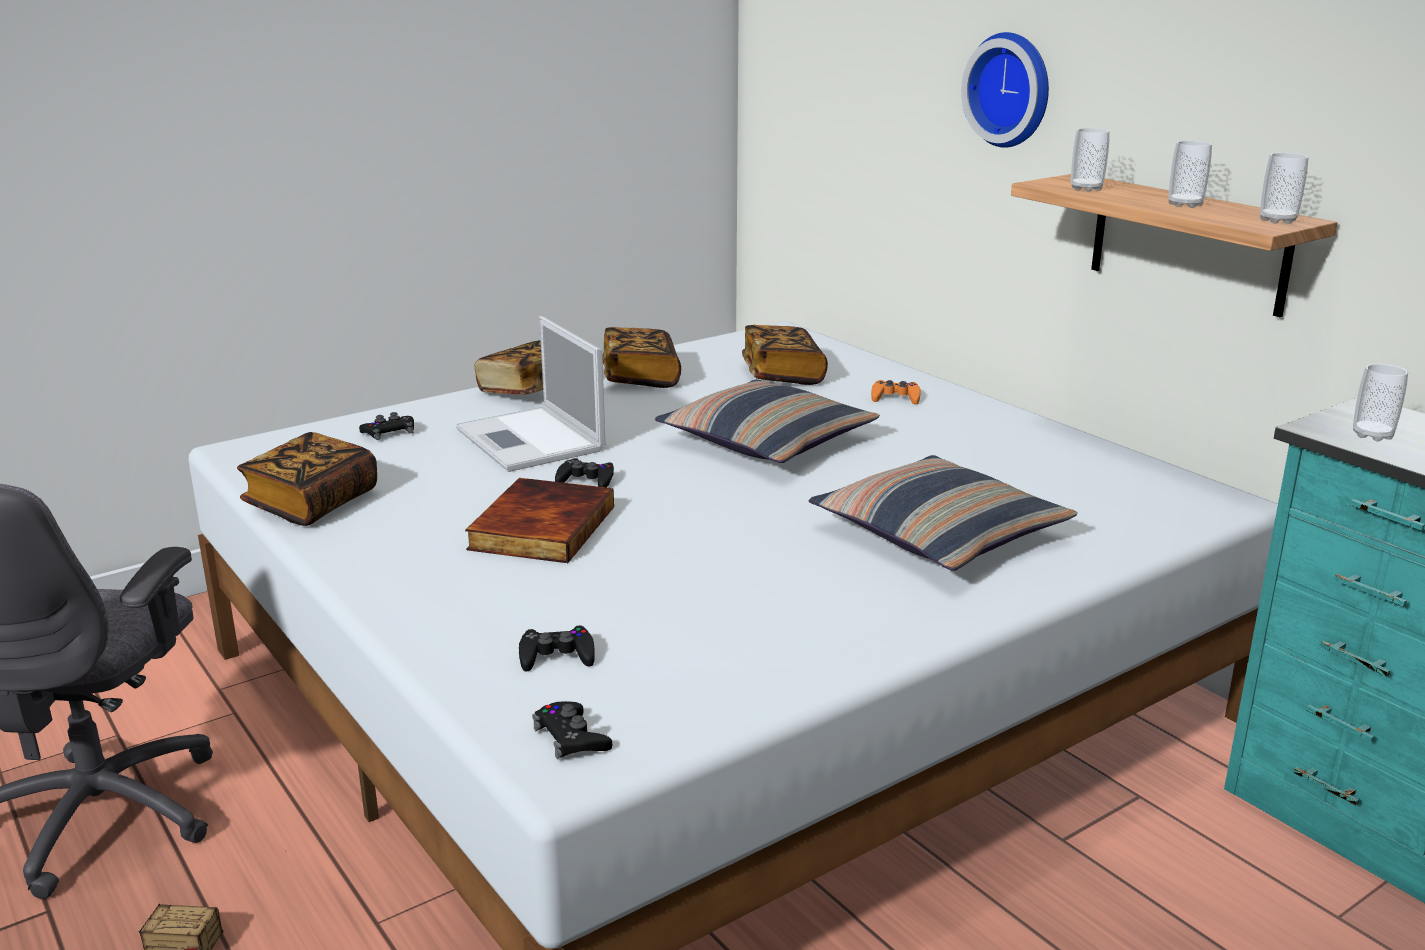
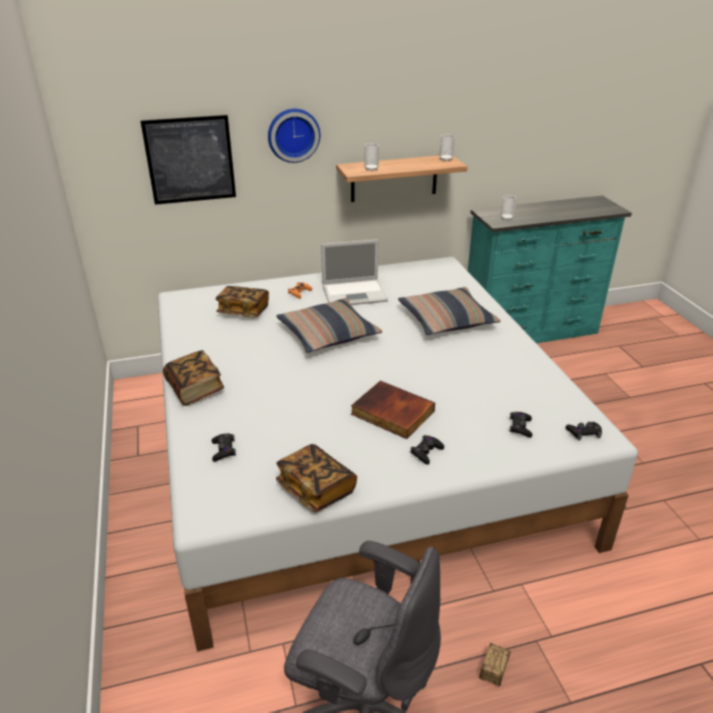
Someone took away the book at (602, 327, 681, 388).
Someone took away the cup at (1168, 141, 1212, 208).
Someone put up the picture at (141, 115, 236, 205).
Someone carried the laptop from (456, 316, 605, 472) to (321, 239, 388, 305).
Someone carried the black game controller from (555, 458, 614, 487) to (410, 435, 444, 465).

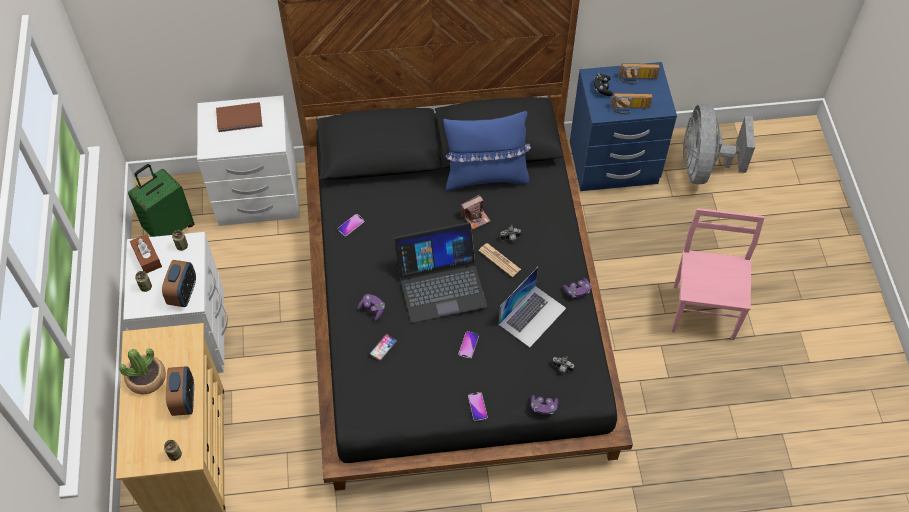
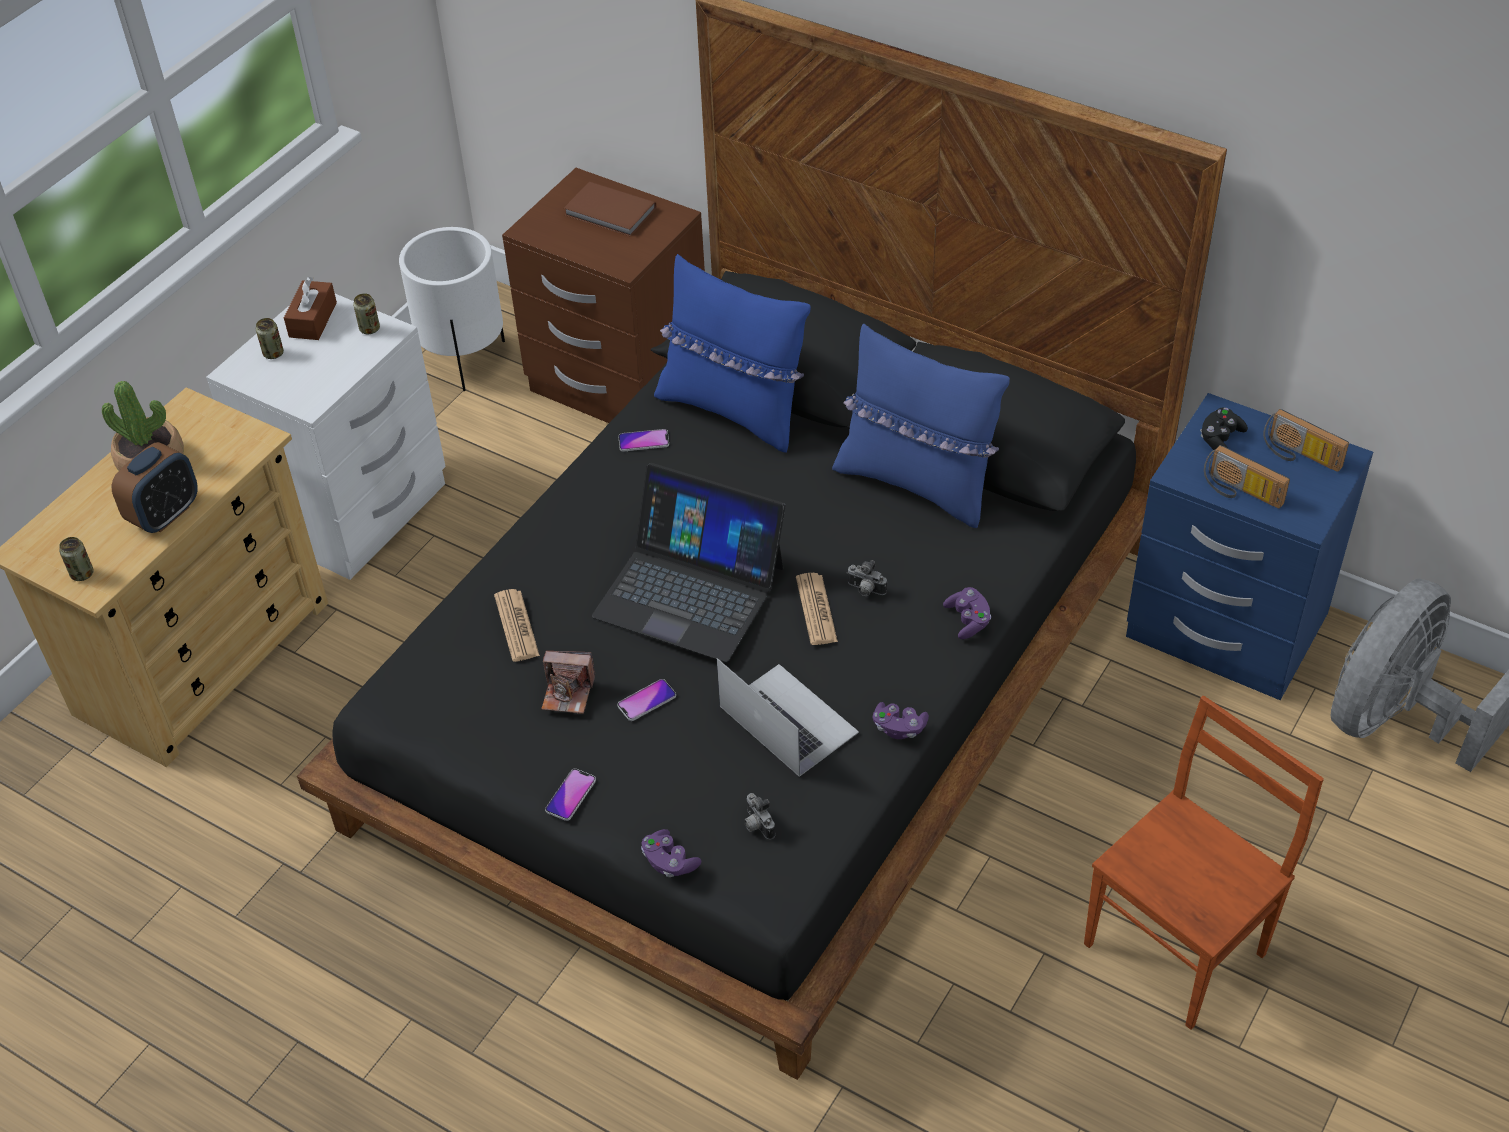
Someone took away the alarm clock at (162, 260, 196, 307).
Someone put down the blue pillow at (654, 254, 811, 453).
Someone carried the purple game controller from (357, 294, 385, 321) to (943, 587, 991, 639).
Someone carried the photo camera from (461, 195, 490, 230) to (541, 651, 595, 714).
Someone swapped the green suitcase at (128, 164, 194, 237) for the white planter at (399, 227, 505, 391).
Someone swapped the phone at (370, 334, 397, 361) for the newspaper at (494, 589, 540, 662).
Someone repainted the white nightstand at (197, 96, 300, 226), which became the brown nightstand at (502, 168, 705, 423).
Someone repainted the pink chair at (671, 208, 765, 340), which became the brown chair at (1084, 696, 1324, 1030).
Someone rotated the laptop at (499, 267, 566, 347) by 120 degrees counterclockwise.

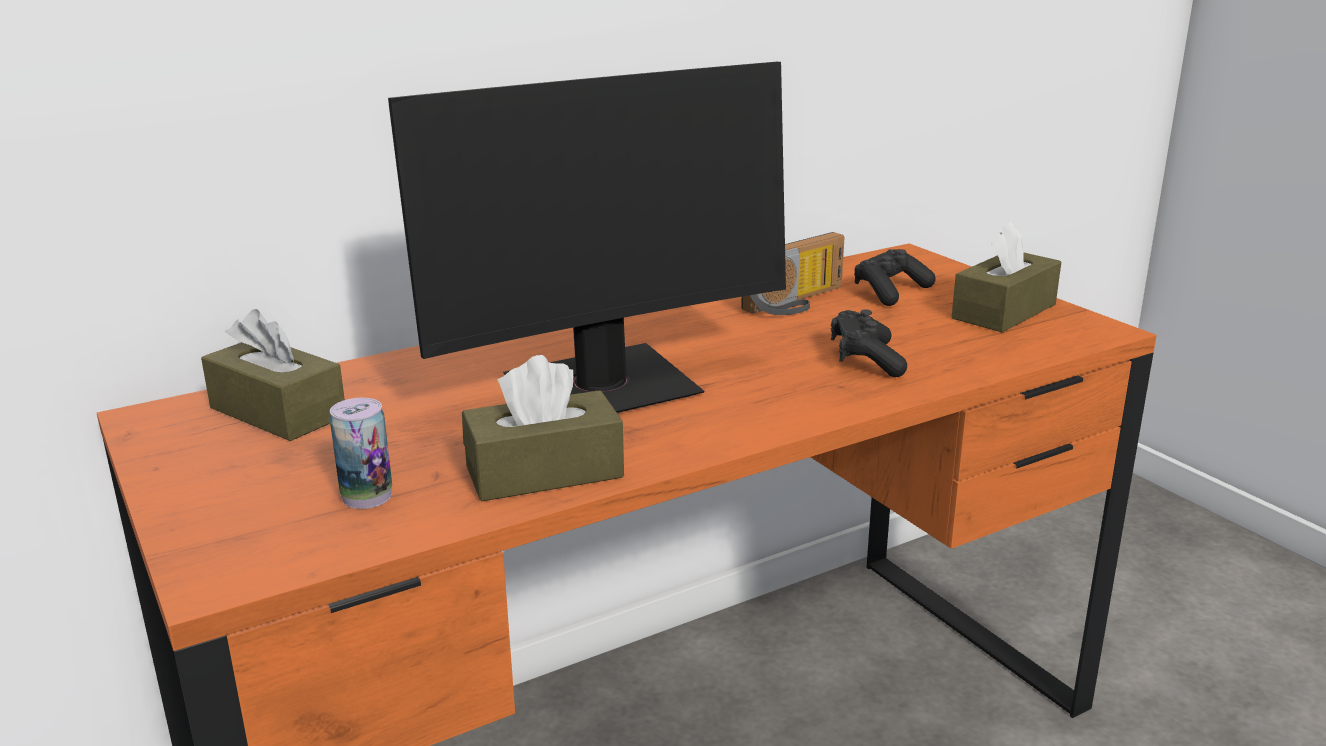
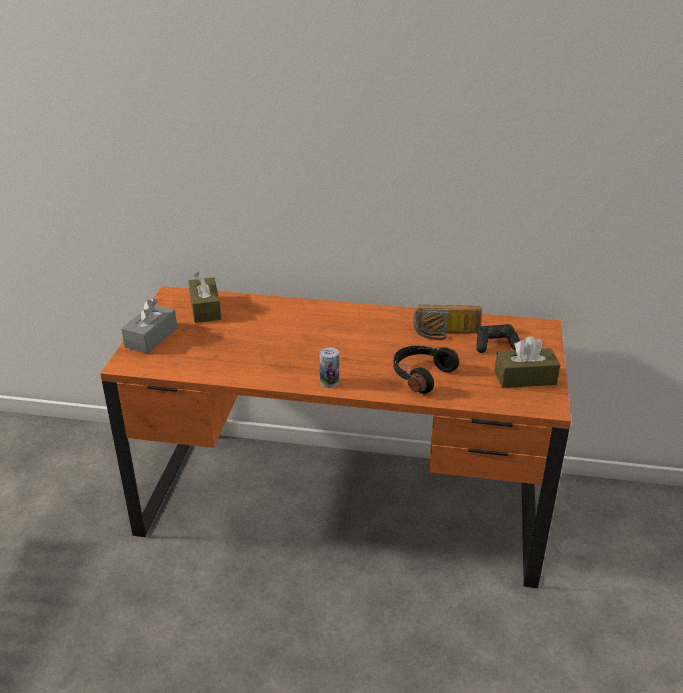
Someone took away the monitor at (388, 62, 786, 413).
Someone took away the brown tissue box at (462, 355, 624, 501).
Someone put down the grey tissue box at (121, 298, 177, 354).
Someone carried the can from (330, 398, 392, 509) to (319, 347, 339, 388).
Someone swapped the black game controller at (831, 309, 907, 377) for the black headphones at (393, 346, 459, 394).

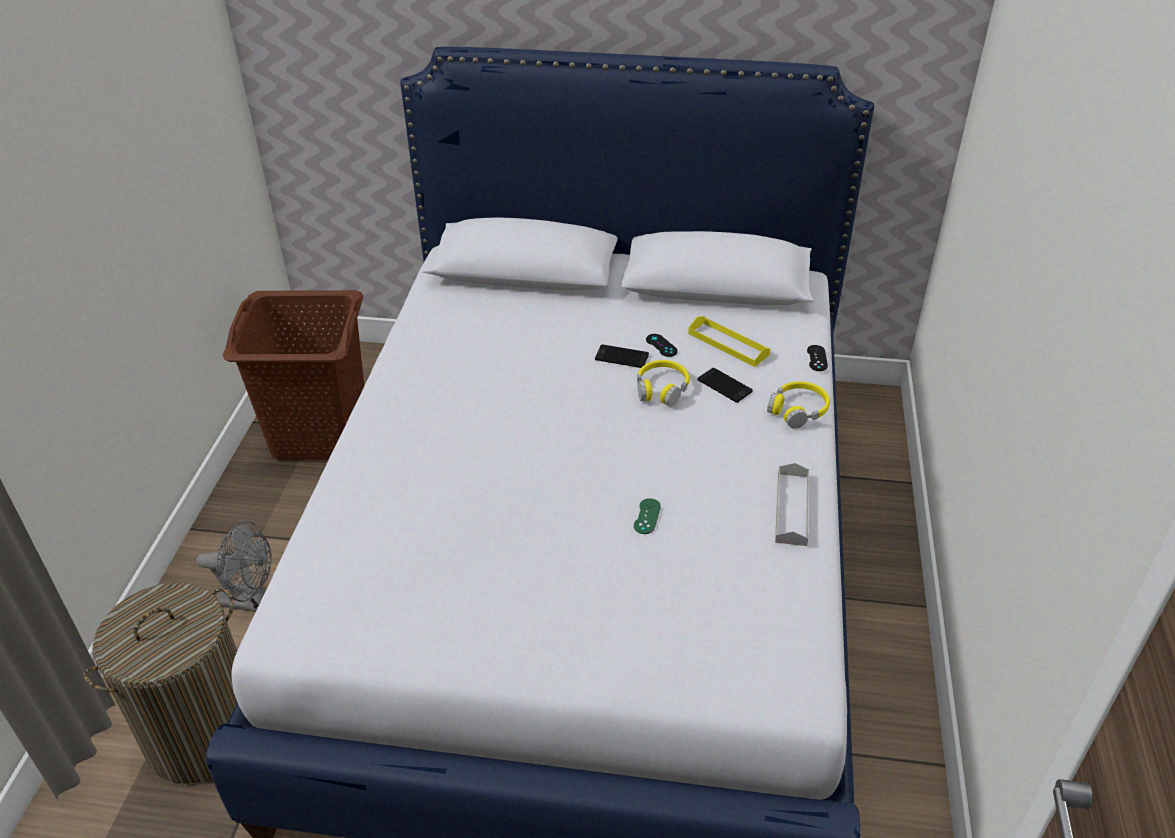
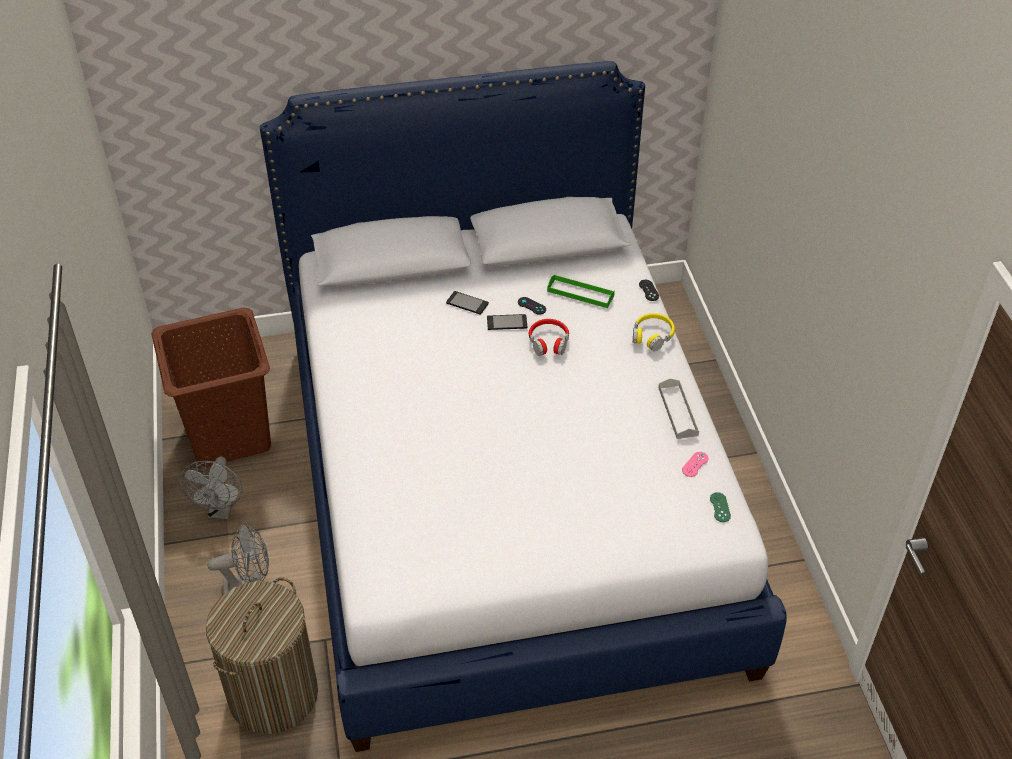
Someone put down the grey fan at (180, 456, 242, 519).
Someone put down the pink game controller at (682, 452, 709, 477).
Someone carried the green game controller from (634, 498, 661, 534) to (710, 492, 731, 522).
Someone carried the phone from (698, 368, 753, 403) to (446, 291, 489, 315).
Someone repainted the yellow headphones at (637, 360, 690, 406), which became the red headphones at (529, 319, 569, 356).
Someone repainted the yellow tray at (688, 316, 771, 367), which became the green tray at (547, 275, 615, 308).

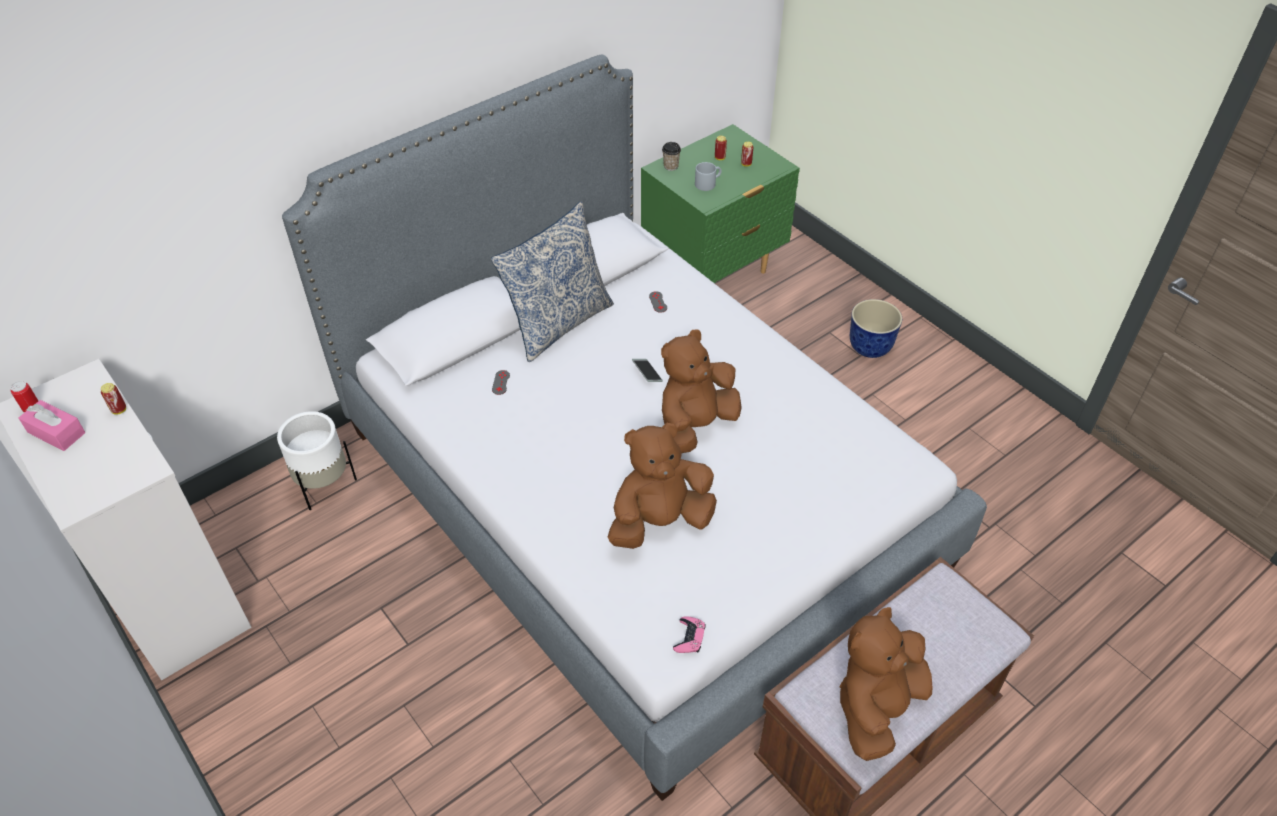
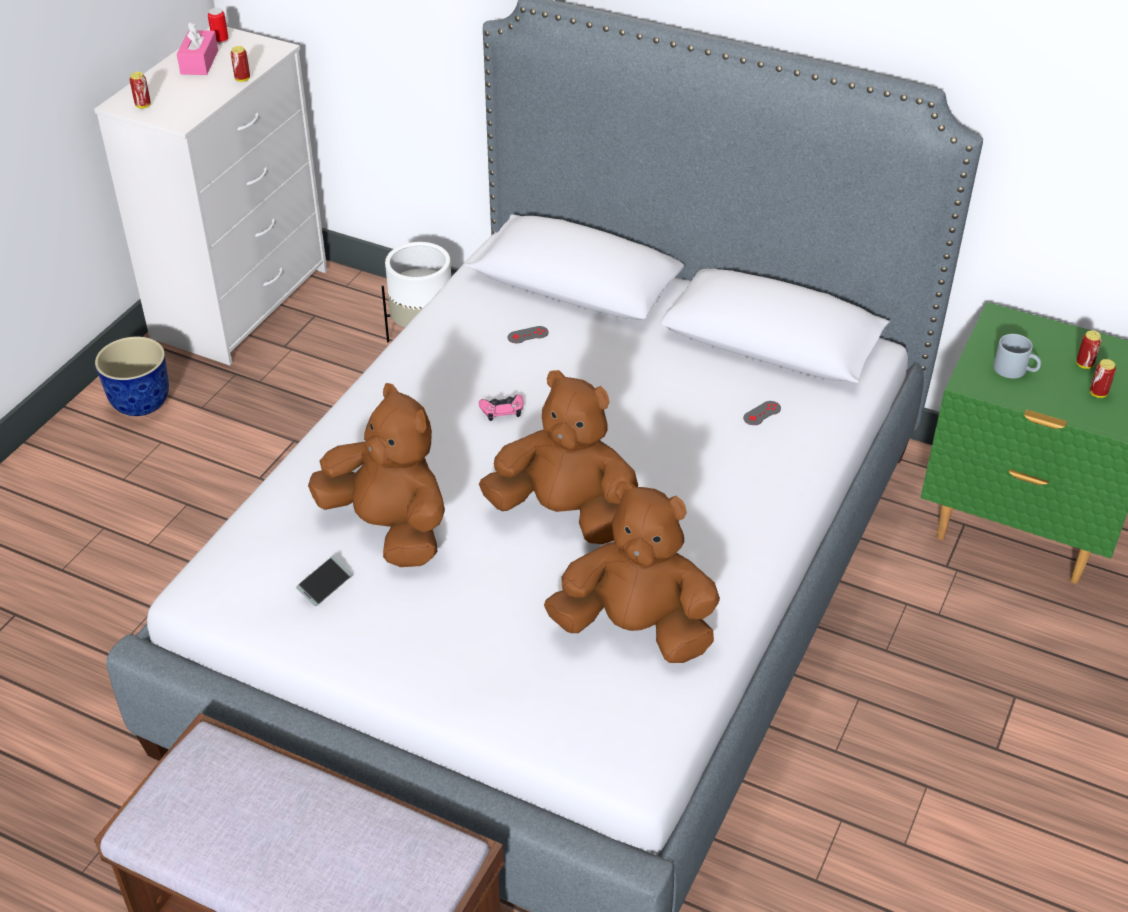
Someone took away the pillow at (491, 201, 614, 362).
Someone took away the cup at (662, 142, 681, 171).
Someone put down the can at (130, 72, 151, 108).
Someone carried the phone from (632, 359, 663, 382) to (296, 556, 353, 606).
Someone carried the pink game controller from (673, 617, 706, 653) to (479, 394, 524, 421).
Someone carried the brown plush toy from (840, 607, 932, 761) to (544, 481, 720, 663).
Someone carried the planter from (850, 299, 902, 358) to (95, 336, 169, 416).

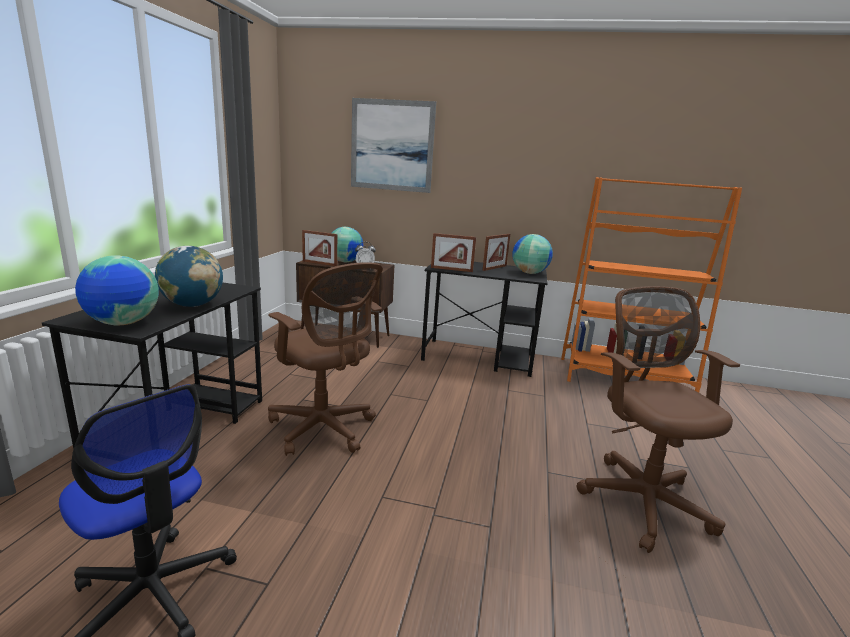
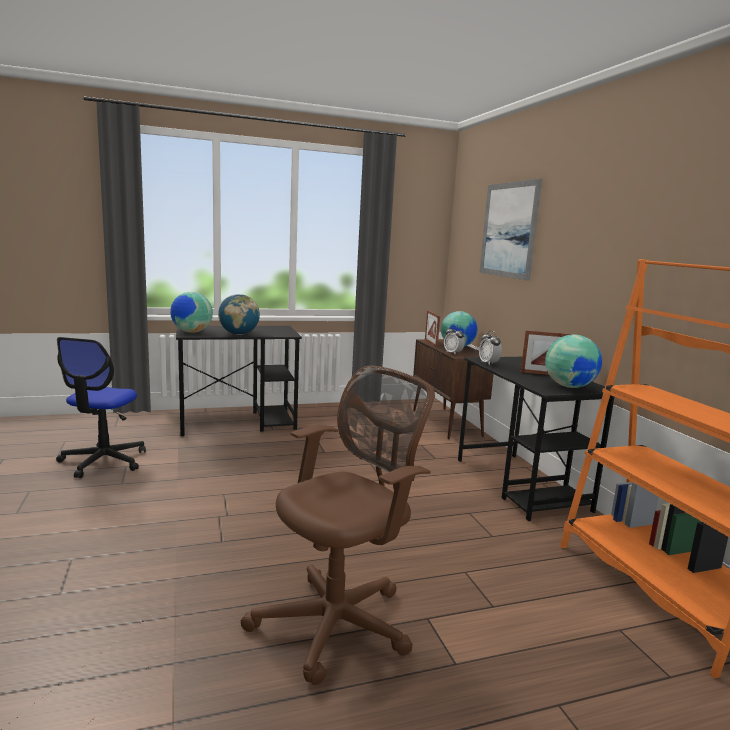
Someone took away the brown office chair at (268, 262, 383, 456).
Someone swapped the picture frame at (431, 233, 476, 272) for the alarm clock at (479, 330, 502, 365).

